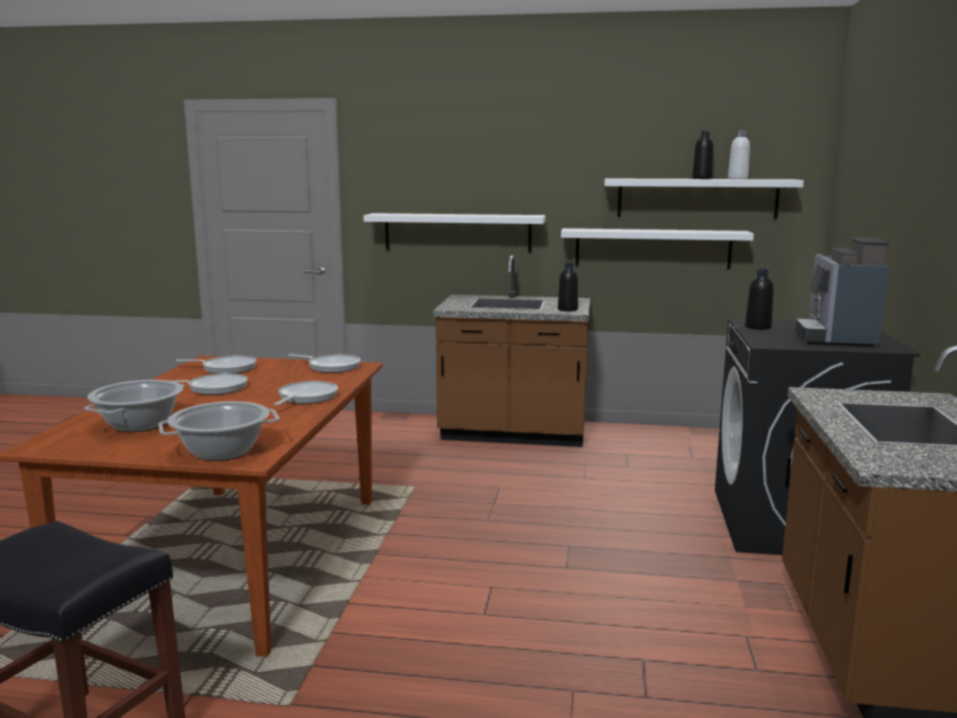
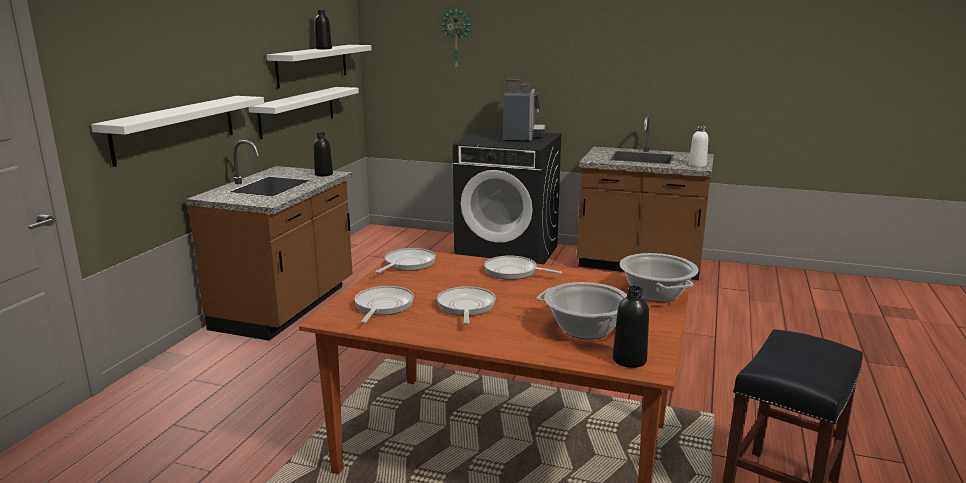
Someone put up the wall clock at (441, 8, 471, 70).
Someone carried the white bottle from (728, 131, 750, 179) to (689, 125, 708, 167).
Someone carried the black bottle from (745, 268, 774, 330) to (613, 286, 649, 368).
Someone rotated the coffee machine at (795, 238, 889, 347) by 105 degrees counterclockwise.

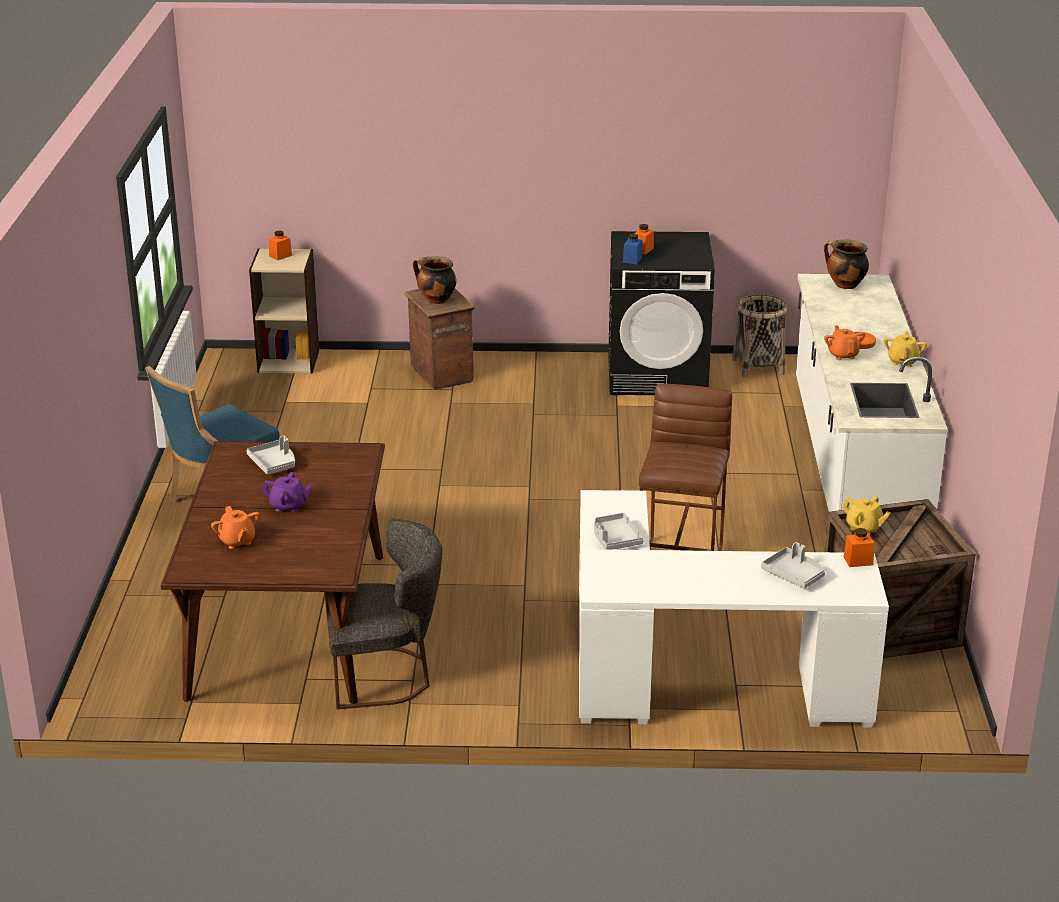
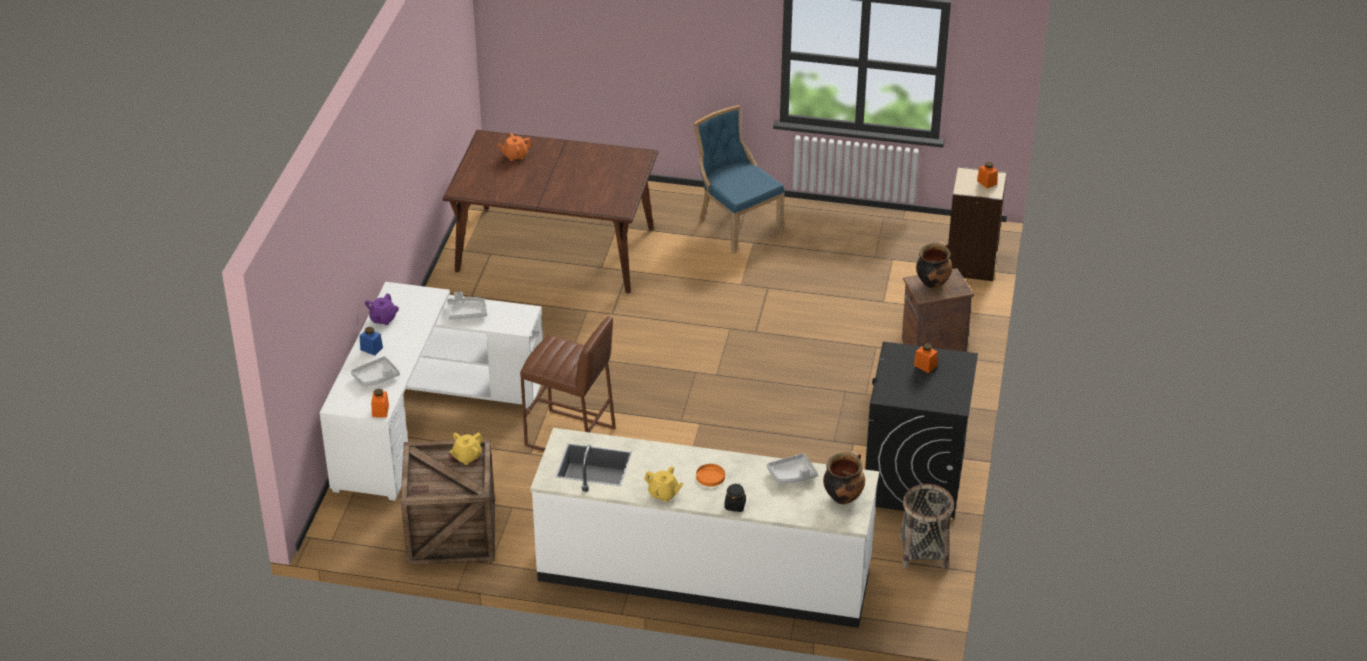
Someone took away the grey chair at (325, 518, 442, 709).
Someone took away the orange teapot at (824, 325, 865, 360).
Someone put down the black jar at (724, 483, 746, 512).
Someone carried the grey tray from (246, 436, 295, 475) to (767, 453, 818, 484).
Someone carried the purple teapot from (262, 472, 313, 513) to (365, 293, 399, 325).
Someone carried the blue jar from (623, 234, 642, 264) to (360, 327, 383, 356).

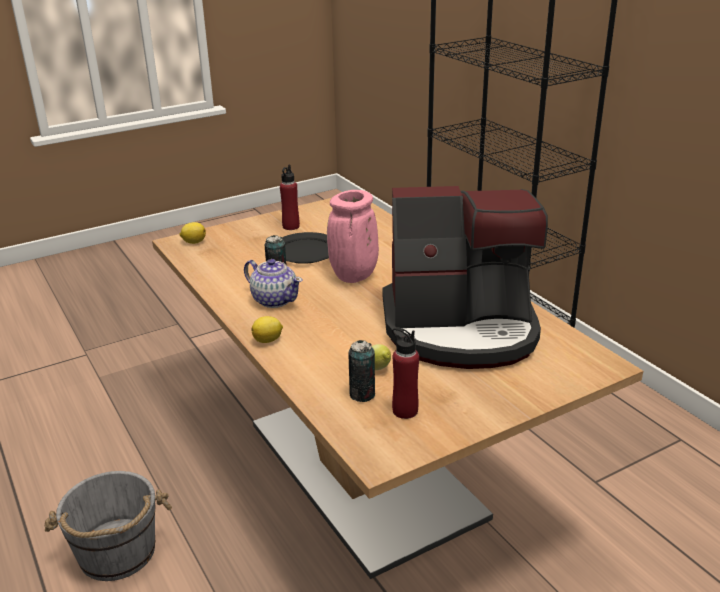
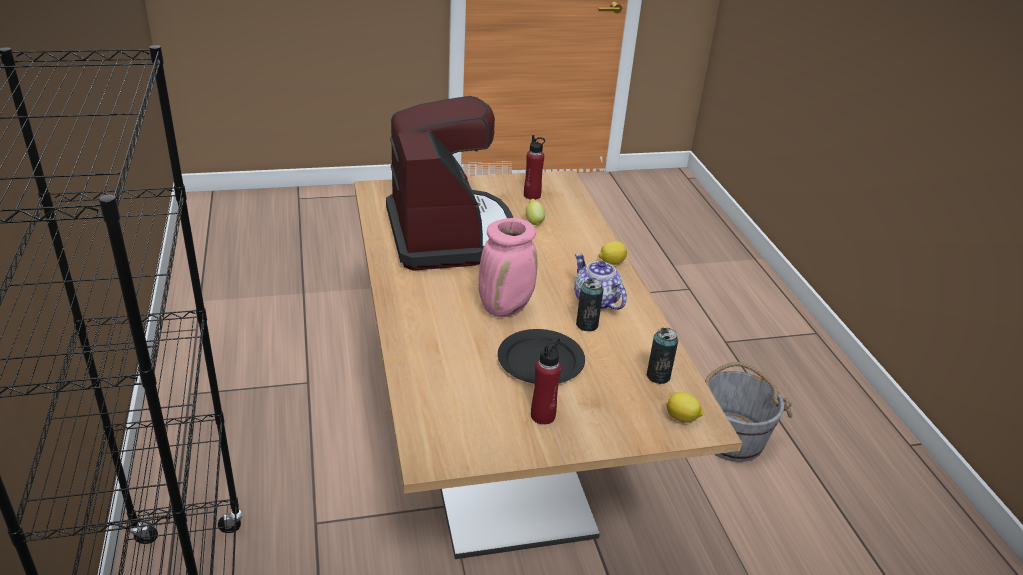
Someone carried the can from (348, 340, 375, 402) to (646, 328, 678, 384).
Someone rotated the coffee machine at (383, 186, 548, 369) by 60 degrees clockwise.

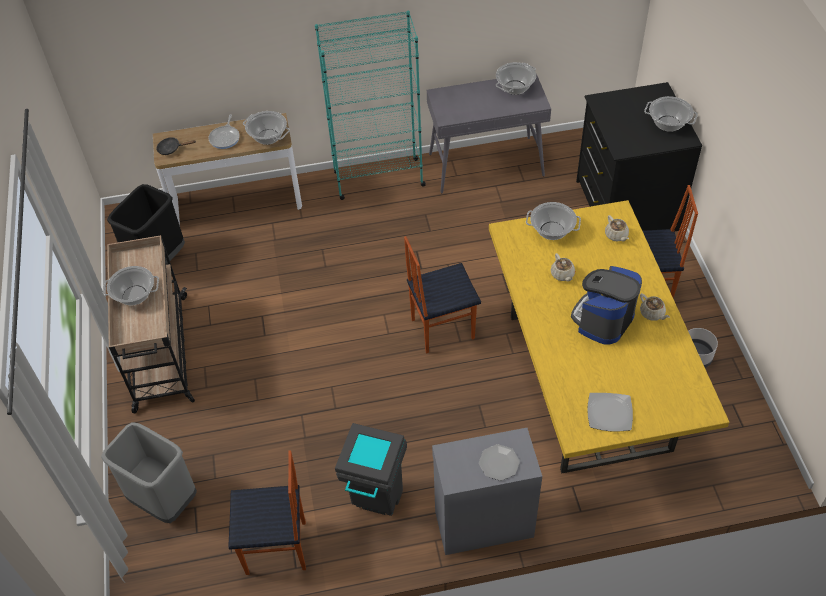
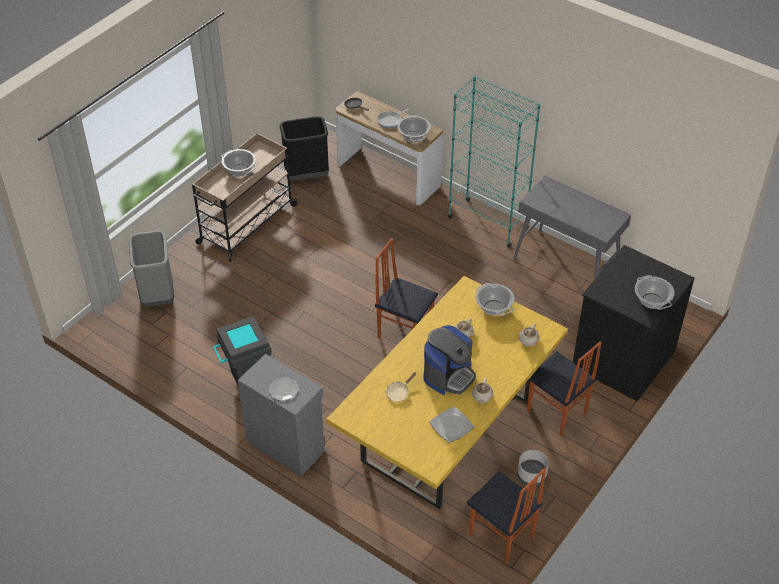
Someone took away the cooking pot at (496, 62, 536, 95).
Someone put down the beige frying pan at (386, 372, 417, 402).
Someone carried the chair from (228, 450, 306, 575) to (467, 468, 546, 565).
Someone carried the plate from (587, 393, 633, 432) to (429, 406, 474, 443).
Someone rotated the coffee machine at (571, 266, 642, 345) by 135 degrees clockwise.

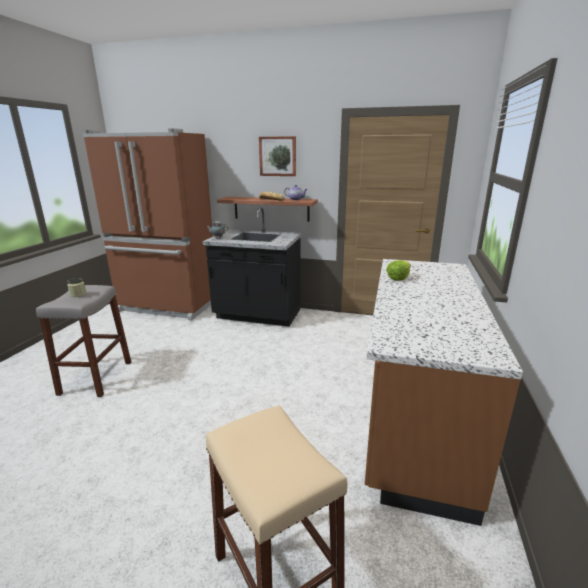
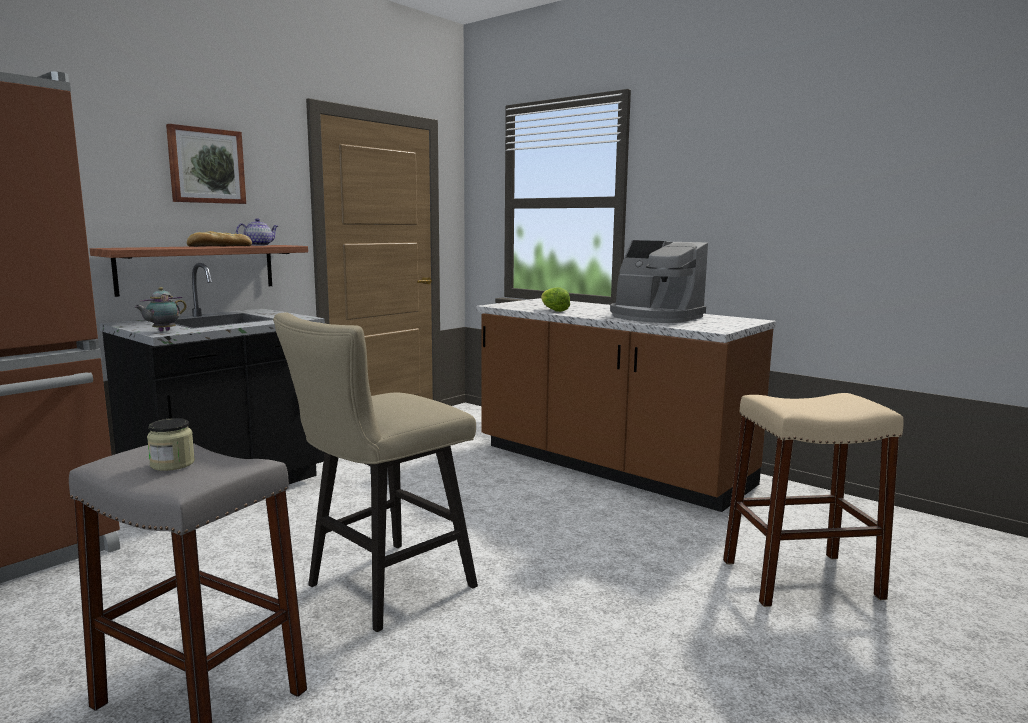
Someone put down the beige stool at (273, 312, 478, 632).
Someone put down the coffee machine at (610, 240, 708, 323).

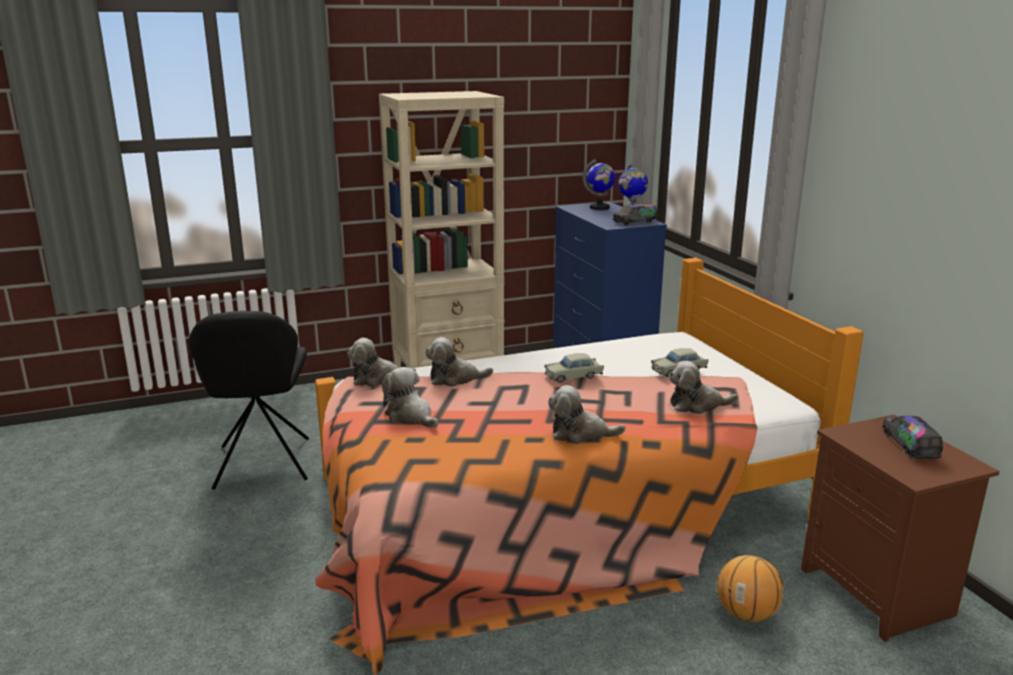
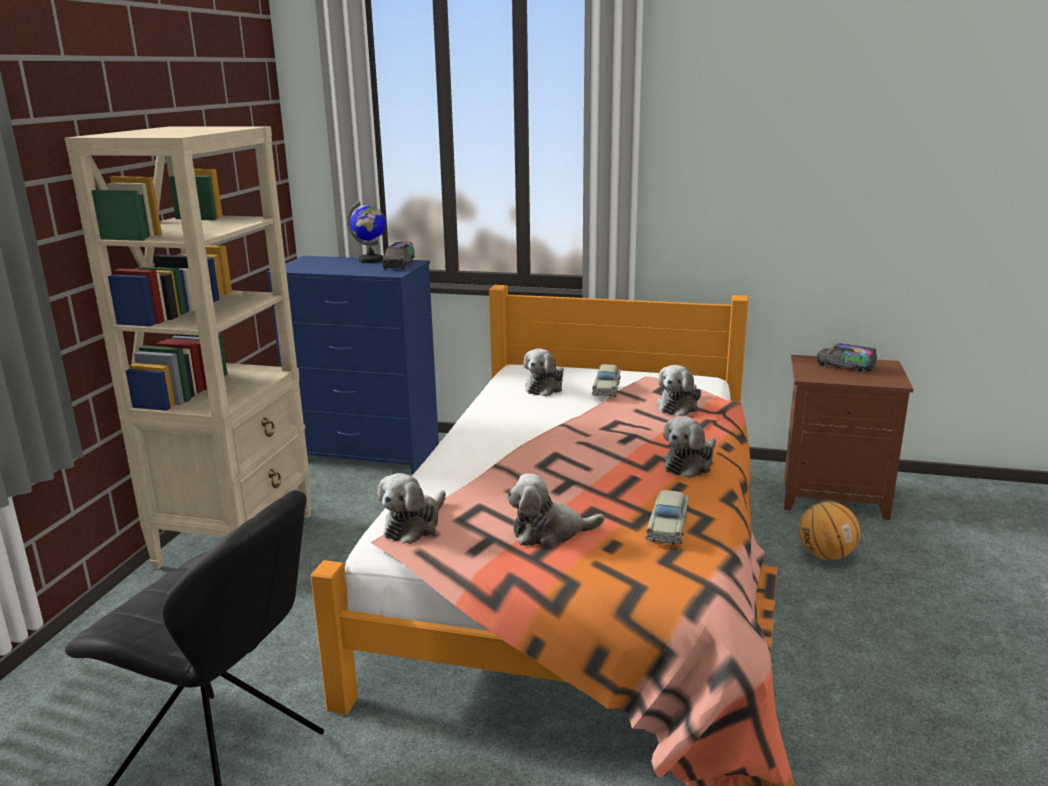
Someone took away the globe at (583, 159, 615, 210).
Someone carried the plush toy from (425, 337, 493, 387) to (524, 348, 564, 397).
Someone carried the beige toy car from (545, 353, 604, 383) to (646, 490, 689, 545).

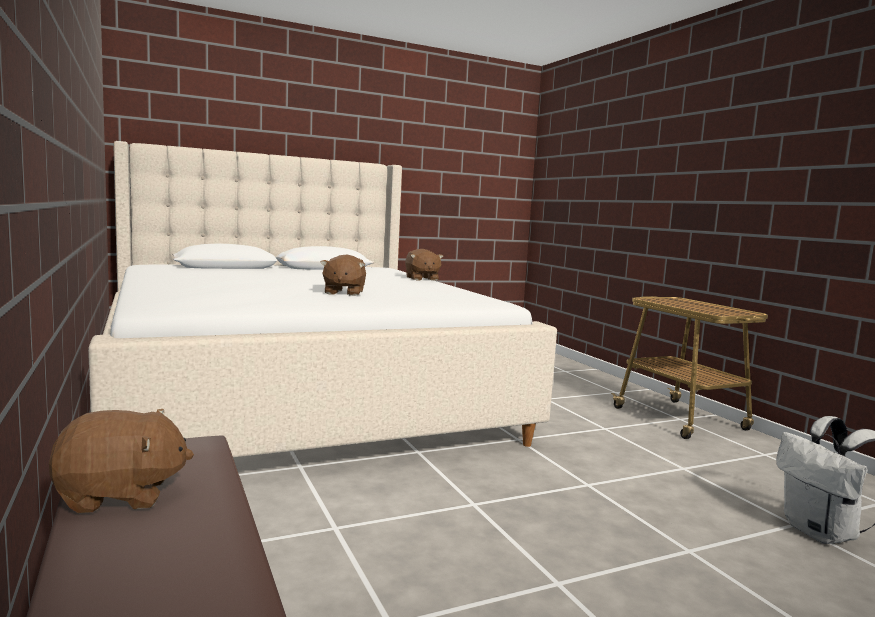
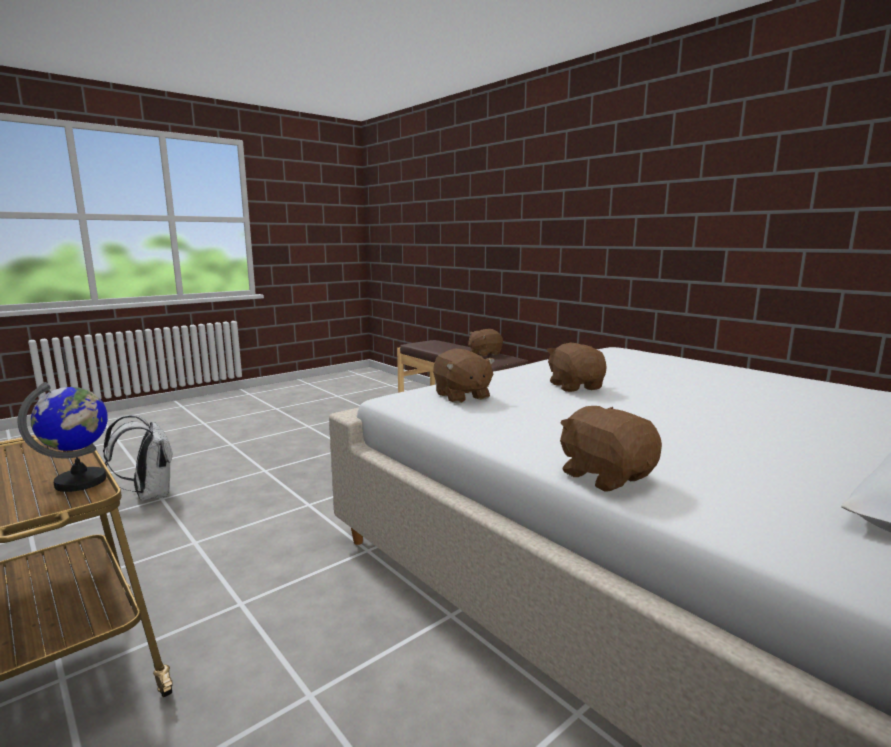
Someone put down the globe at (18, 382, 108, 492).
Someone put down the brown plush toy at (433, 349, 495, 403).

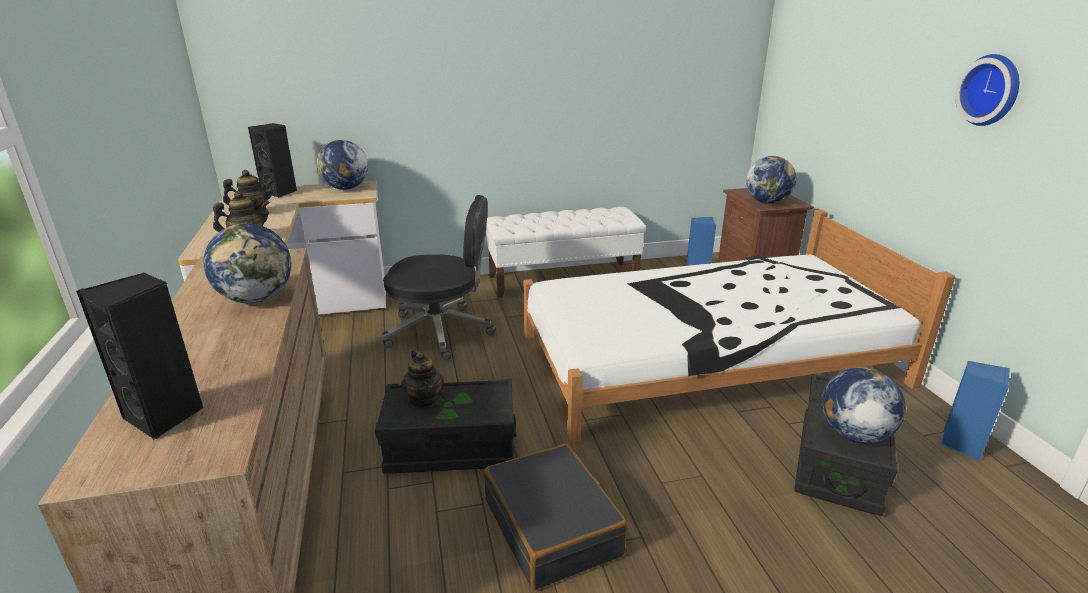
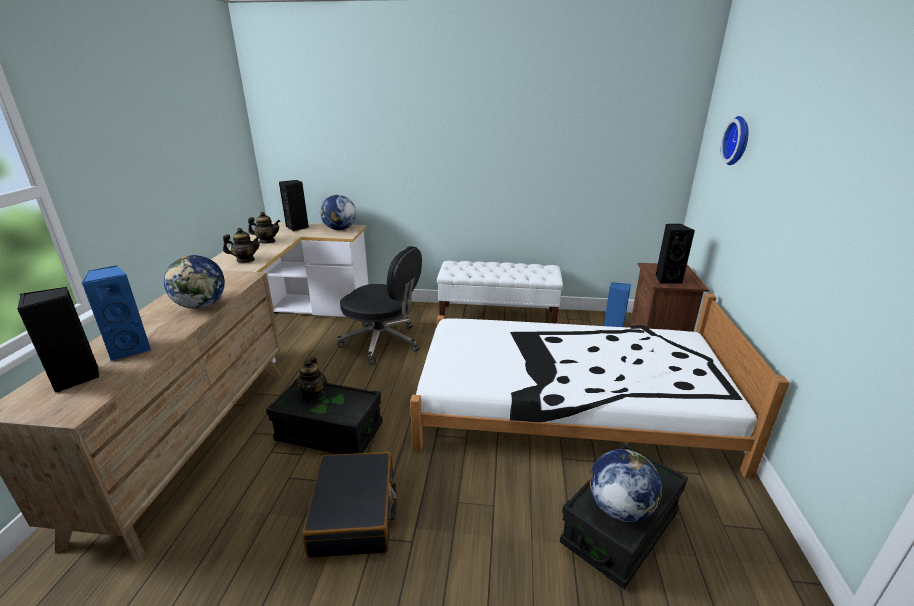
Someone carried the blue speaker from (941, 361, 1010, 461) to (82, 265, 152, 361).
Someone carried the wall clock from (955, 54, 1019, 126) to (721, 116, 749, 165).
Someone swapped the globe at (746, 156, 797, 204) for the black speaker at (656, 224, 695, 284).

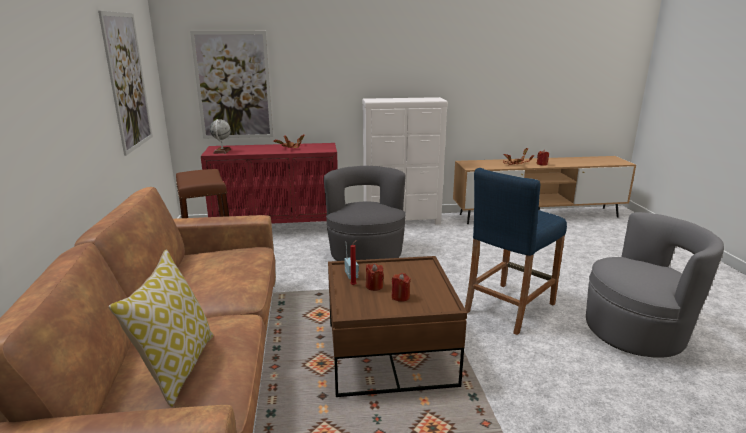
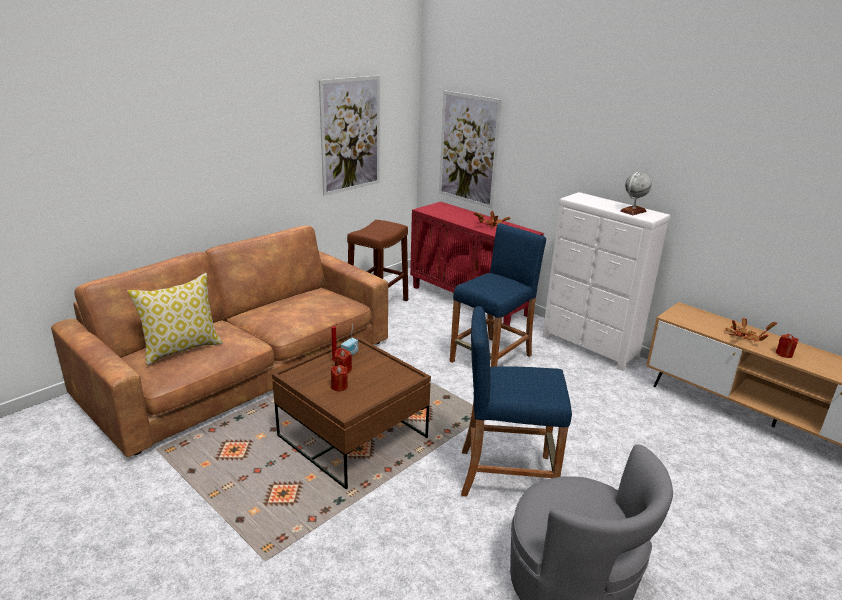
Someone carried the globe from (210, 119, 231, 154) to (620, 172, 652, 215).
Someone swapped the grey armchair at (324, 166, 406, 261) for the blue stool at (450, 223, 546, 367).

